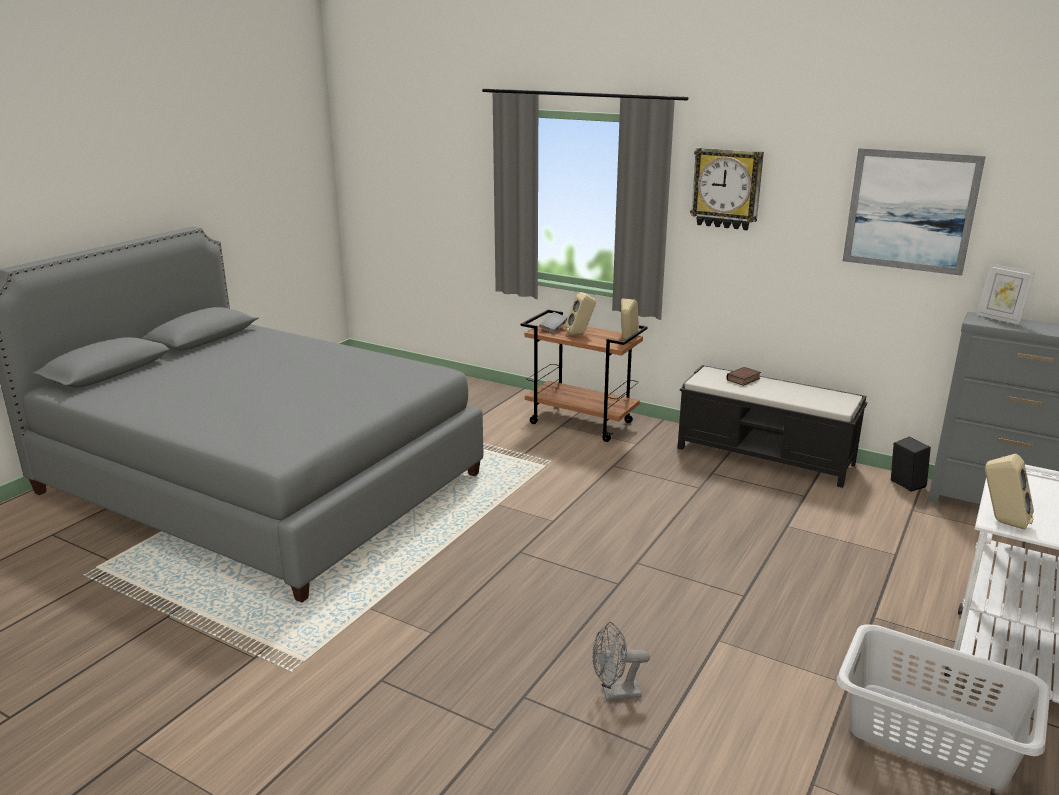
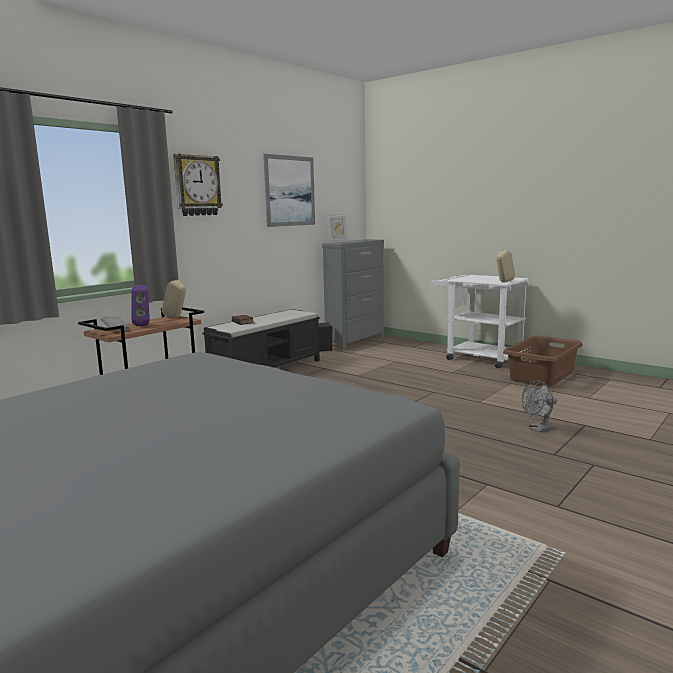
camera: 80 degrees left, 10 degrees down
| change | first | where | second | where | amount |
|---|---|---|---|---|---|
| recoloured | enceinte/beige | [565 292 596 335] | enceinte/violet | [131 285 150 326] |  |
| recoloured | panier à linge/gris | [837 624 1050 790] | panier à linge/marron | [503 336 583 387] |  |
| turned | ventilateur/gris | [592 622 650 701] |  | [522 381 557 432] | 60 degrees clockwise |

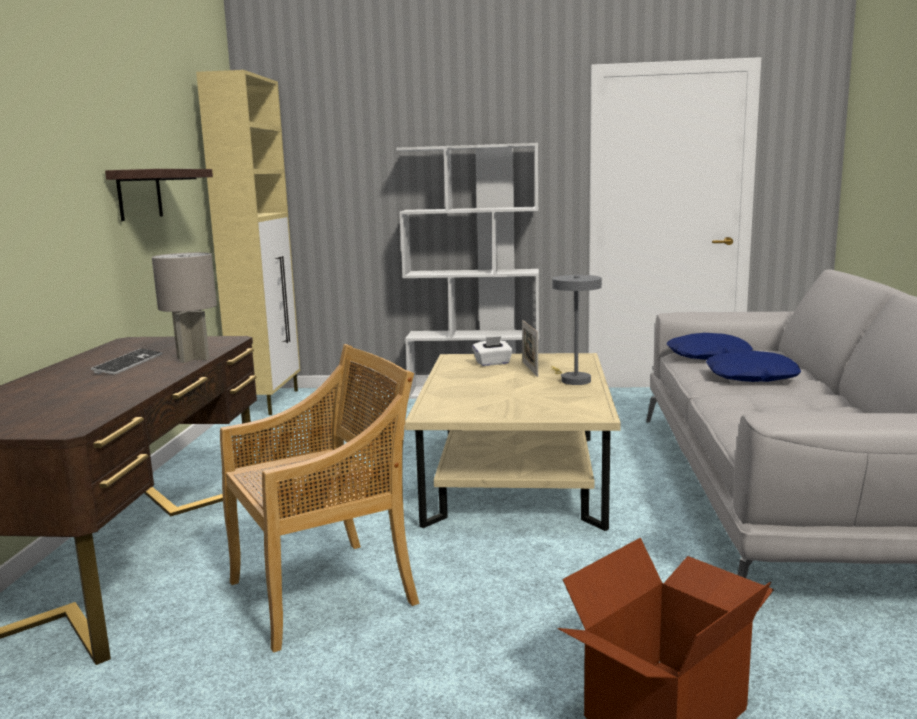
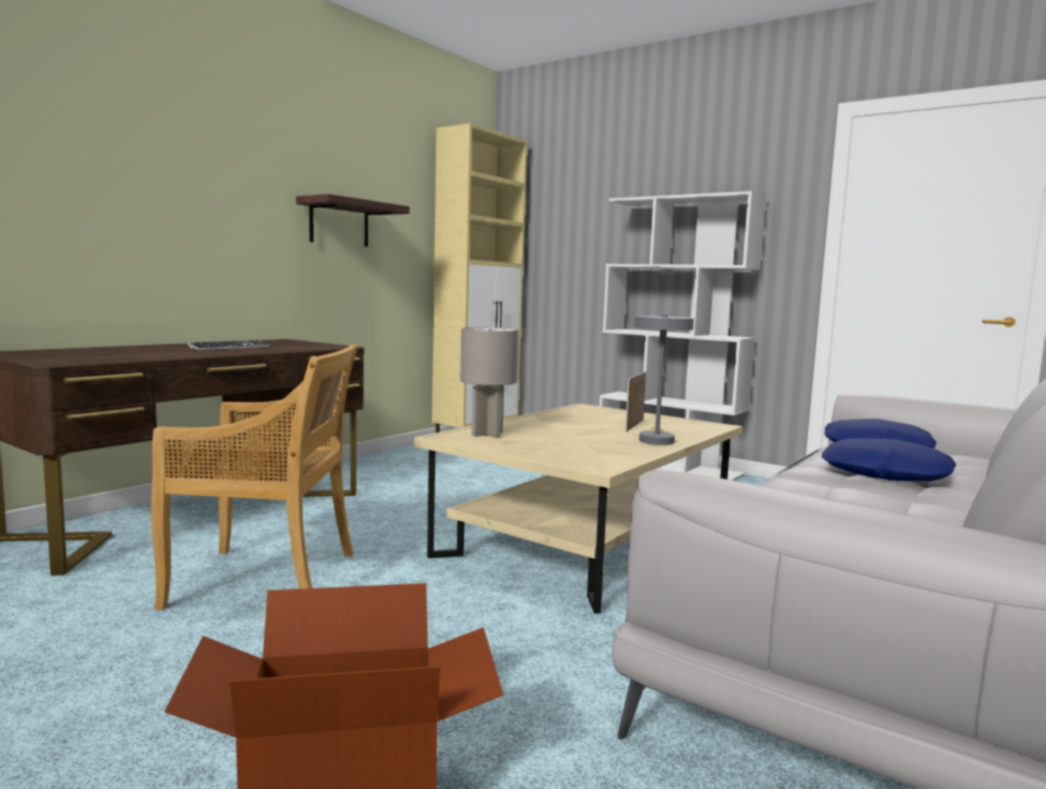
camera: 30 degrees right, 5 degrees down
| change | first | where | second | where | amount |
|---|---|---|---|---|---|
| removed | boîte à mouchoirs/blanc | [472 336 513 366] |  |  |  |
| moved | lampe de table/gris | [152 252 217 363] |  | [460 327 519 438] |  |

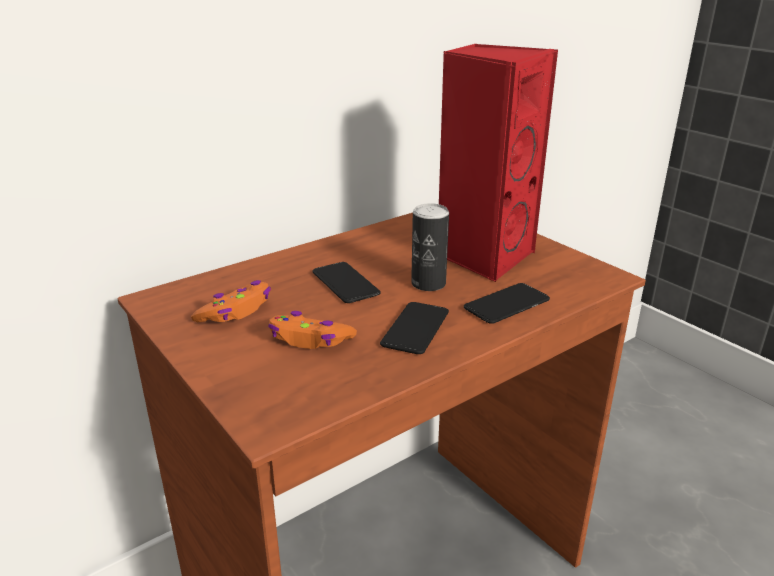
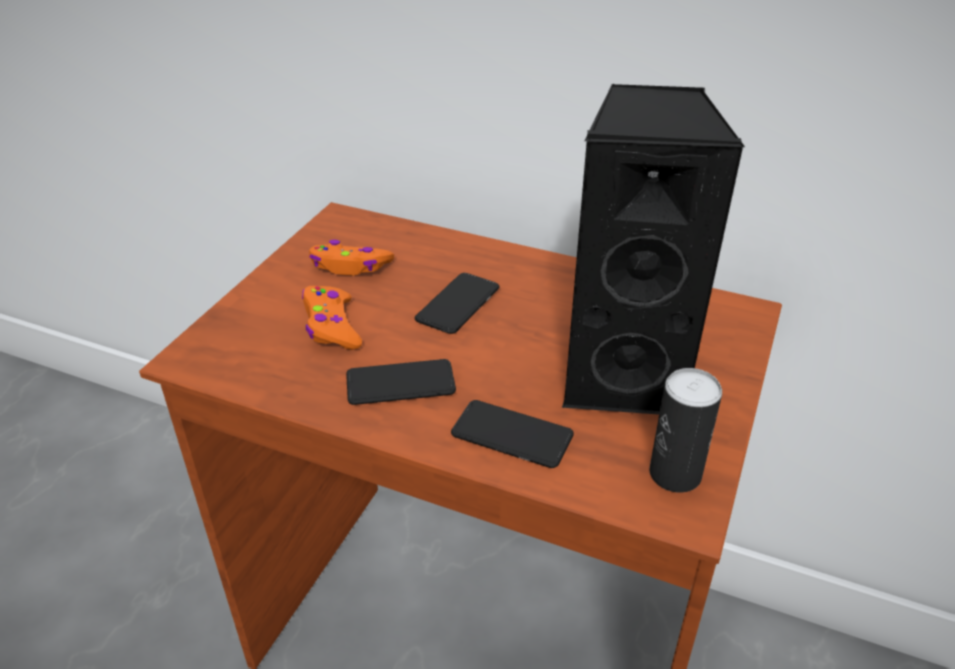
camera: 60 degrees right, 10 degrees up
| change | first | where | second | where | amount |
|---|---|---|---|---|---|
| moved | boîte métallique | [411 203 449 291] |  | [649 368 722 493] |  |
| recoloured | enceinte/rouge | [439 44 558 282] | enceinte/noir | [562 84 745 415] |  |

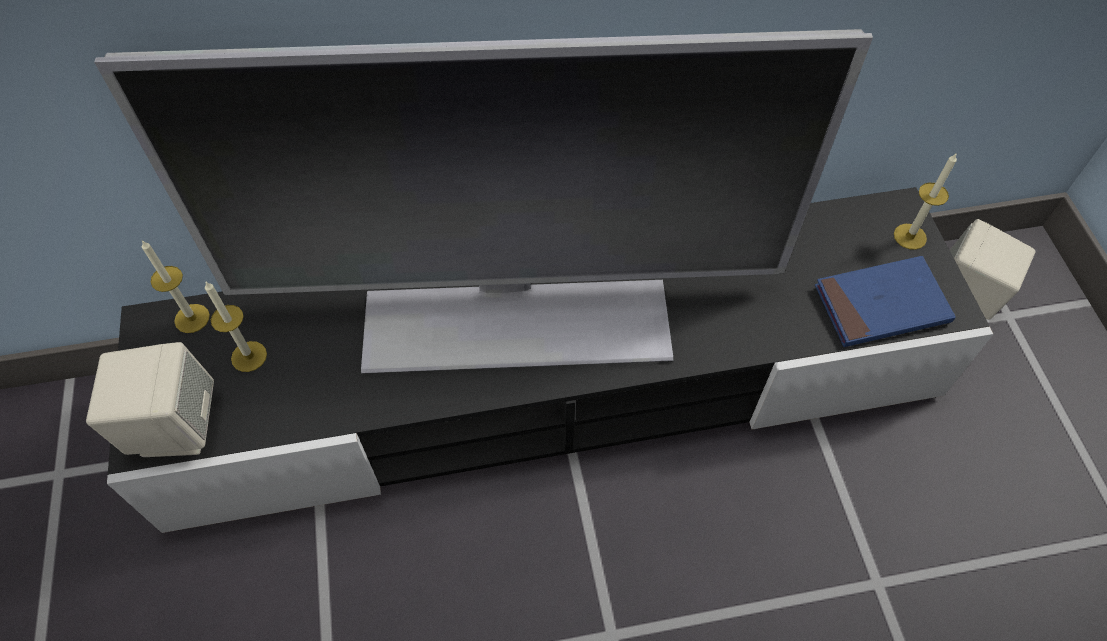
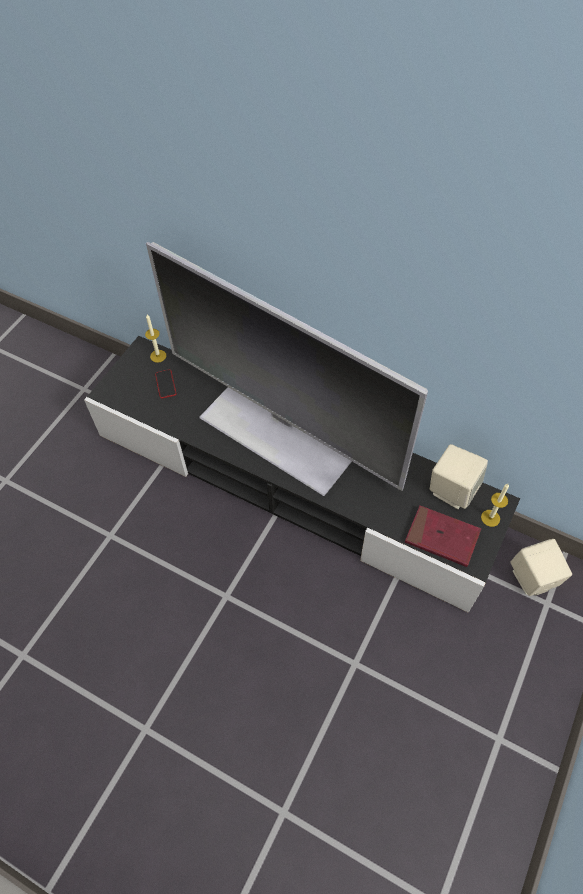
camera: 40 degrees right, 0 degrees up
| change | first | where | second | where | amount |
|---|---|---|---|---|---|
| moved | enceinte/beige | [86 342 214 457] |  | [430 444 488 509] |  |
| replaced | bougie | [205 281 267 372] | téléphone | [155 370 176 398] |  |
| recoloured | livre/bleu | [815 256 956 347] | livre/rouge | [405 505 481 567] |  |

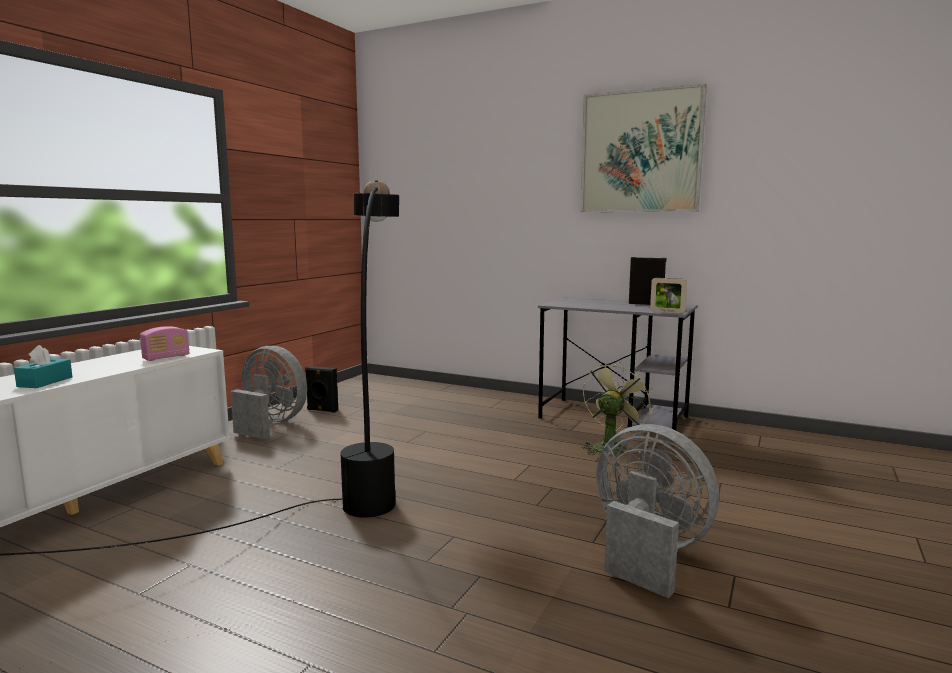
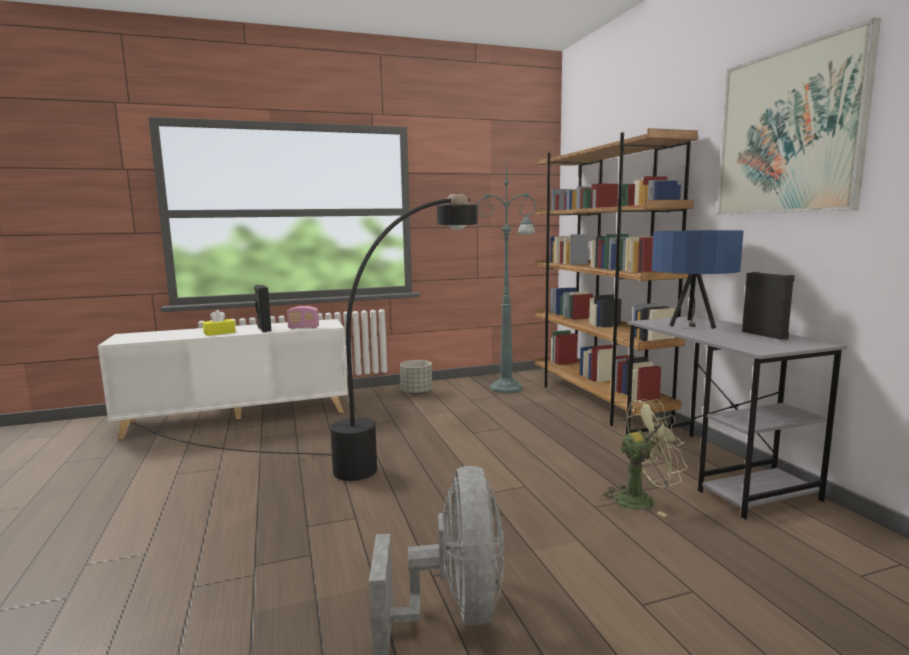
camera: 45 degrees right, 0 degrees up
| change | first | where | second | where | amount |
|---|---|---|---|---|---|
| removed | cadre photo | [650 278 687 314] |  |  |  |
| added |  |  | lampadaire/vert | [478 158 537 393] |  |
| added |  |  | bibliothèque/marron | [535 128 698 426] |  |
| added |  |  | lampe de table/bleu | [652 230 743 329] |  |
| moved | enceinte/noir | [305 366 338 413] |  | [254 285 271 332] |  |
| replaced | ventilateur/gris | [231 346 307 439] | cache-pot/gris | [400 360 432 395] |  |
| recoloured | boîte à mouchoirs/turquoise | [14 345 72 388] | boîte à mouchoirs/jaune | [203 310 236 336] |  |

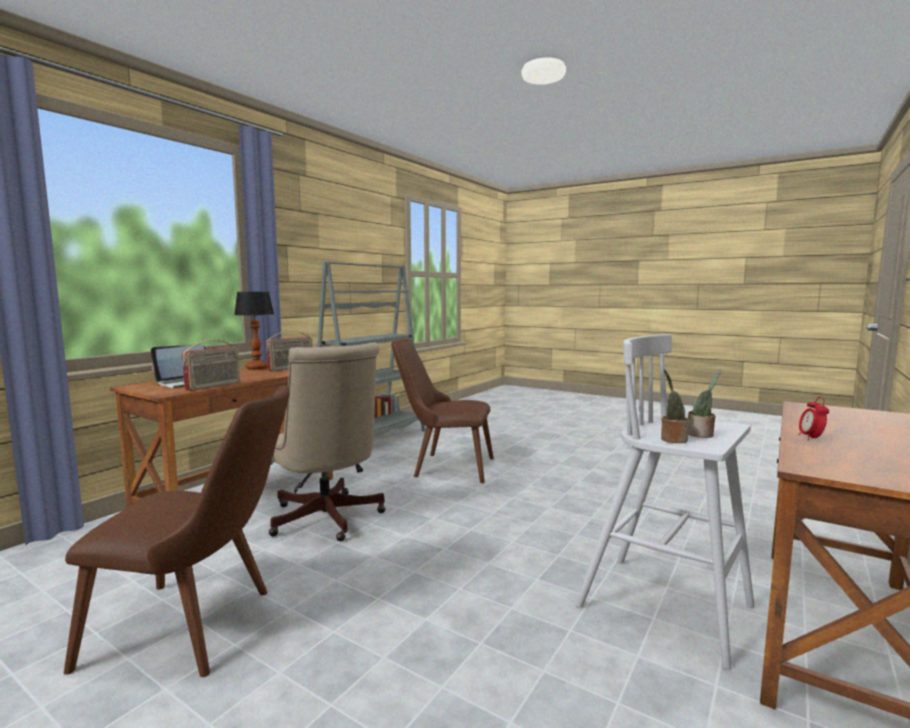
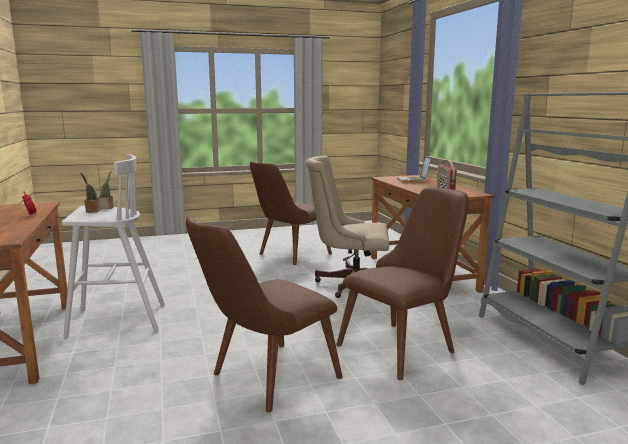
camera: 130 degrees right, 5 degrees up
| change | first | where | second | where | amount |
|---|---|---|---|---|---|
| removed | radio | [182 340 240 391] |  |  |  |
| removed | lampe de table | [234 292 274 370] |  |  |  |
| added |  |  | chaise/marron | [186 216 343 413] |  |

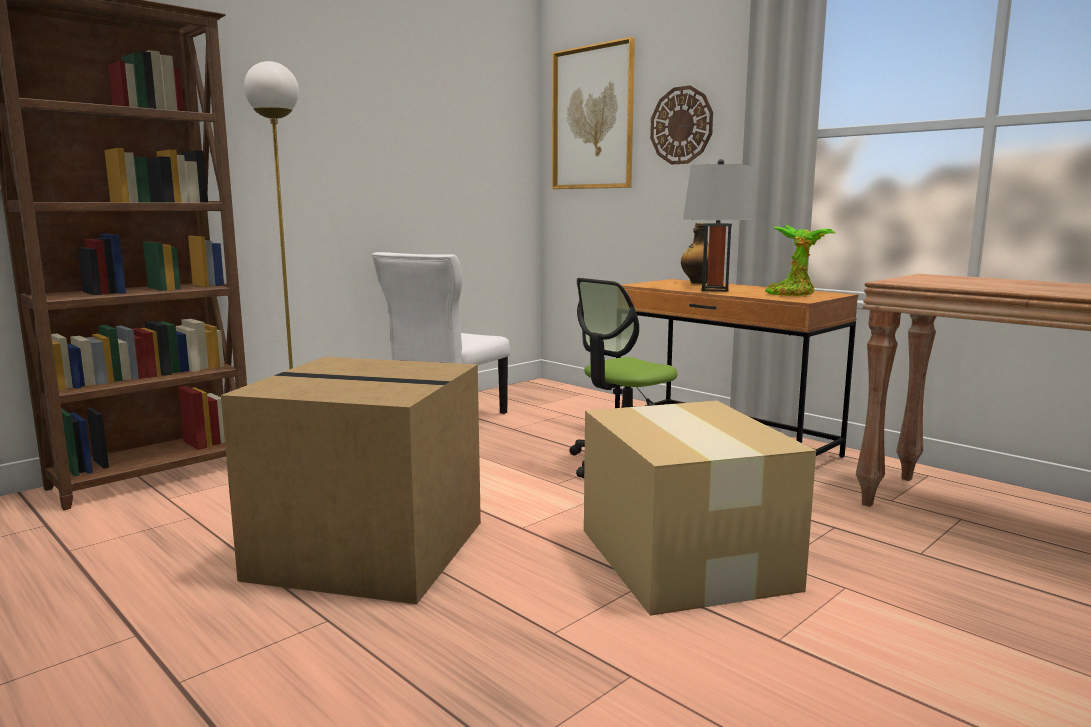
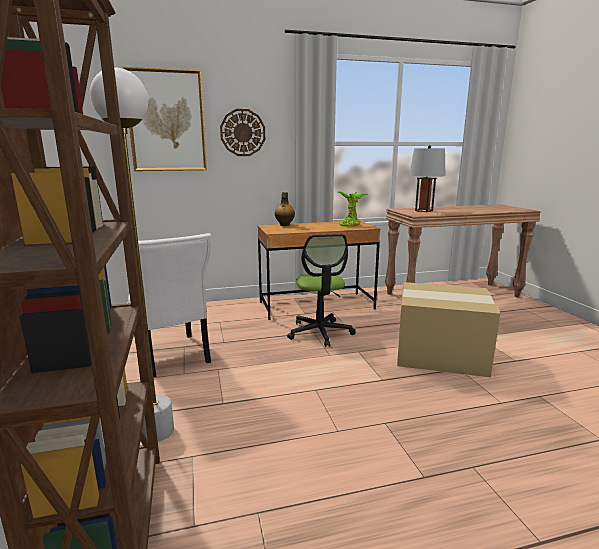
camera: 60 degrees left, 5 degrees up
| change | first | where | second | where | amount |
|---|---|---|---|---|---|
| removed | carton | [221 357 481 604] |  |  |  |
| moved | lampe de table/gris | [683 159 755 292] |  | [409 145 445 212] |  |

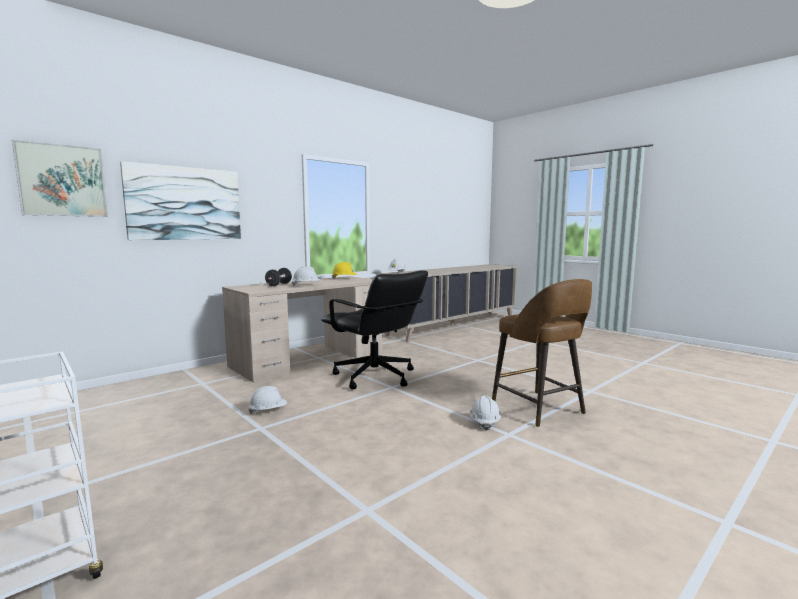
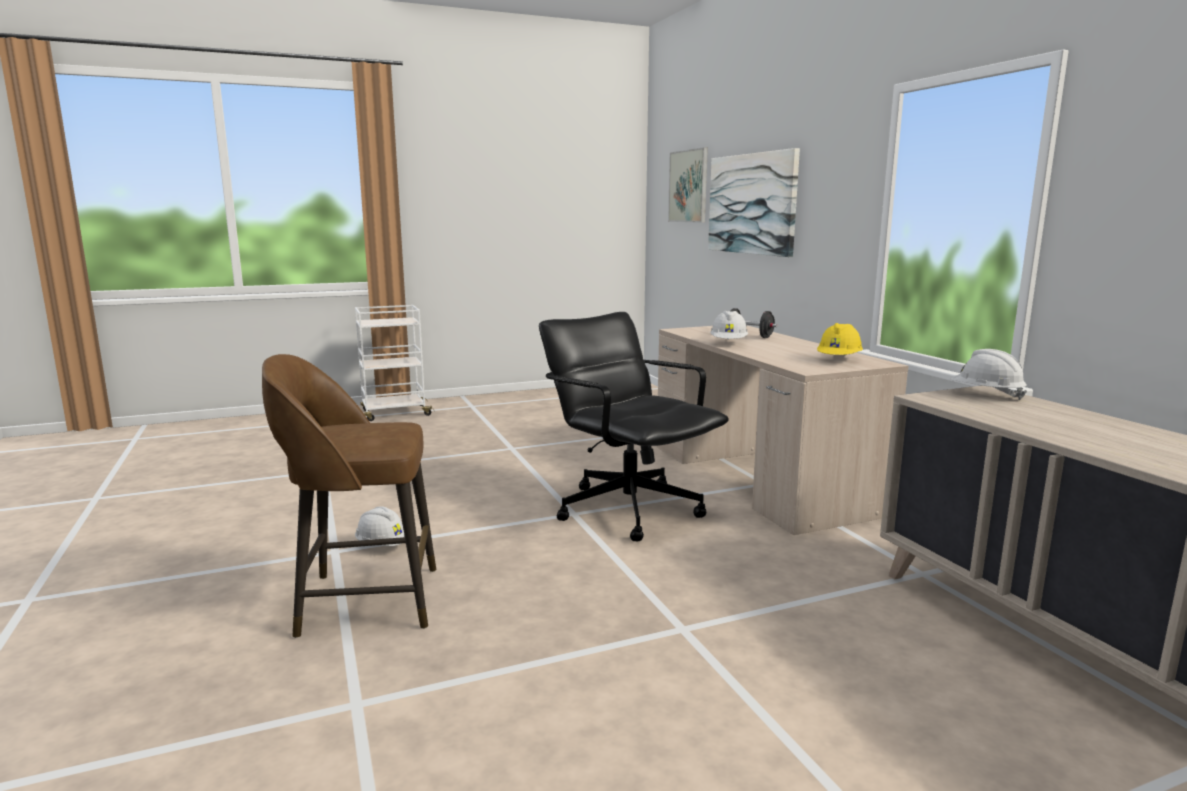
camera: 110 degrees right, 5 degrees up
| change | first | where | second | where | amount |
|---|---|---|---|---|---|
| removed | casque de chantier/blanc | [248 386 287 414] |  |  |  |
| turned | chaise de bureau/noir | [321 270 428 390] |  | [539 312 729 541] | 75 degrees clockwise |

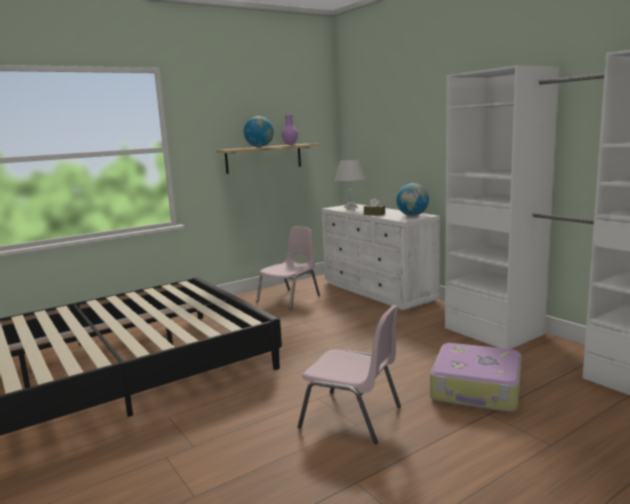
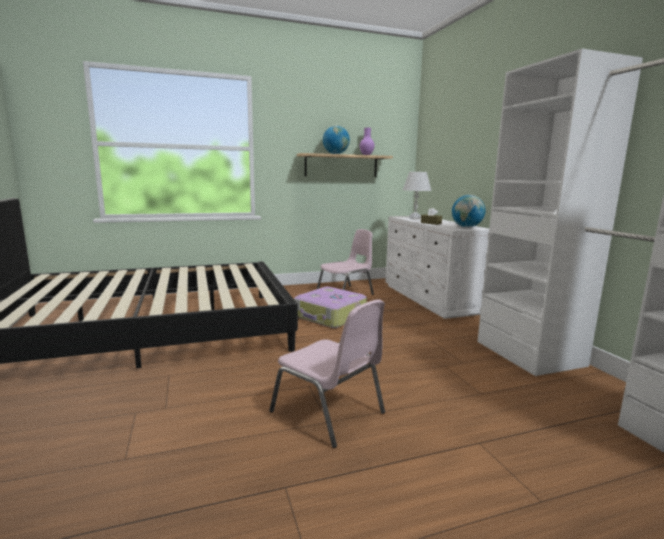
camera: 15 degrees right, 0 degrees up
| change | first | where | second | where | amount |
|---|---|---|---|---|---|
| moved | valise | [430 343 522 412] |  | [294 287 367 328] |  |

